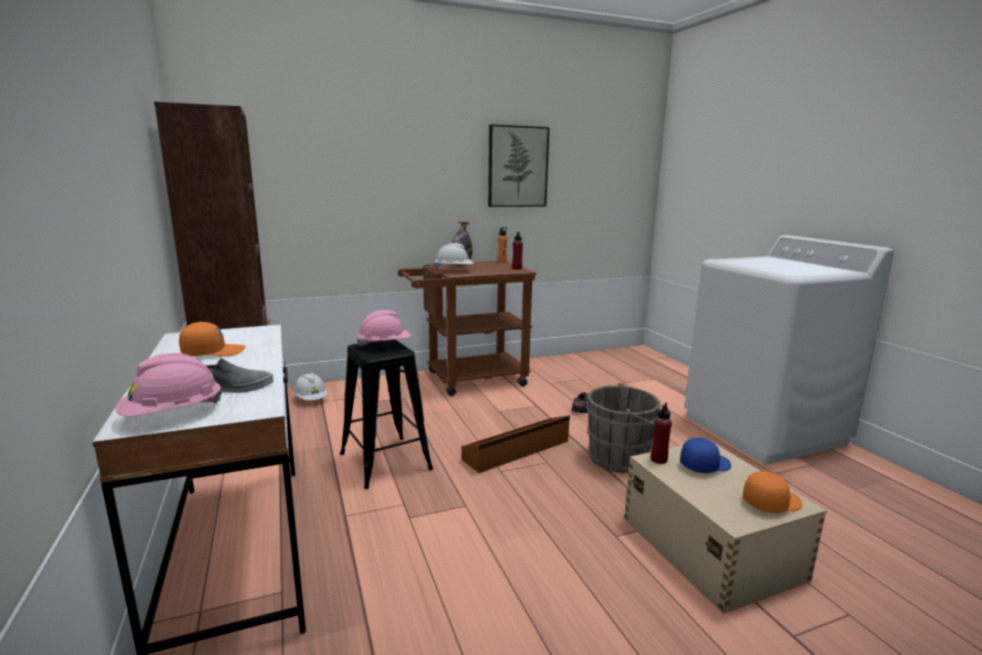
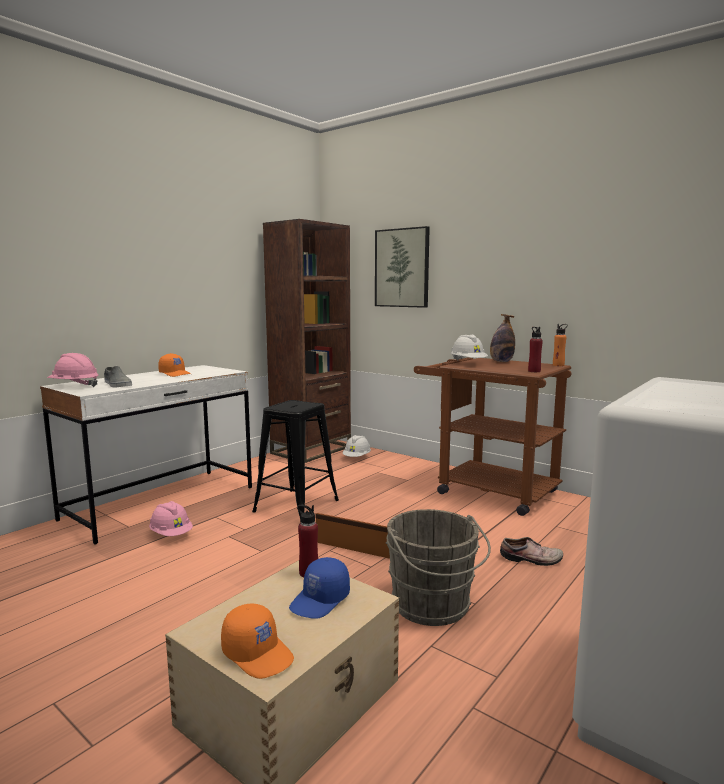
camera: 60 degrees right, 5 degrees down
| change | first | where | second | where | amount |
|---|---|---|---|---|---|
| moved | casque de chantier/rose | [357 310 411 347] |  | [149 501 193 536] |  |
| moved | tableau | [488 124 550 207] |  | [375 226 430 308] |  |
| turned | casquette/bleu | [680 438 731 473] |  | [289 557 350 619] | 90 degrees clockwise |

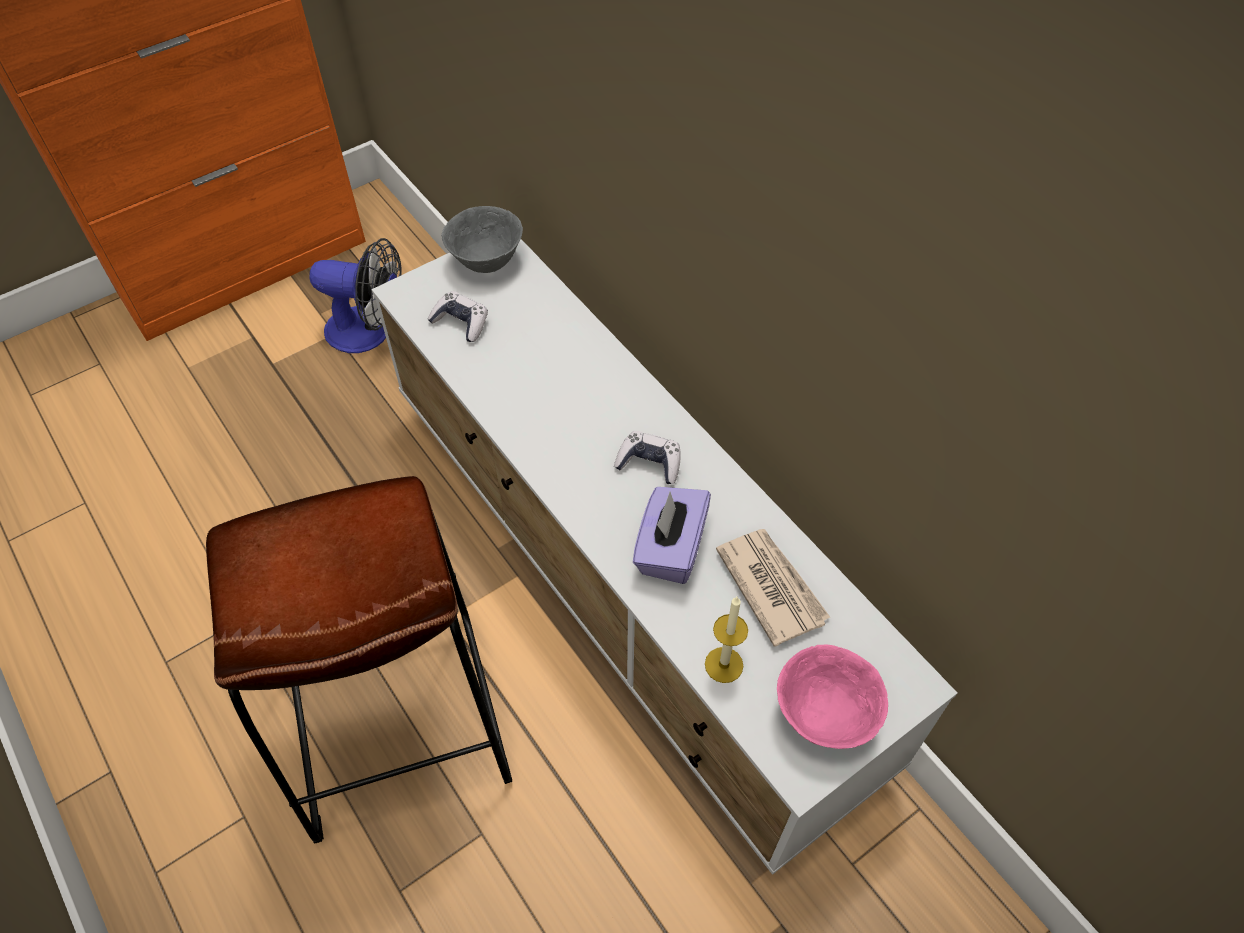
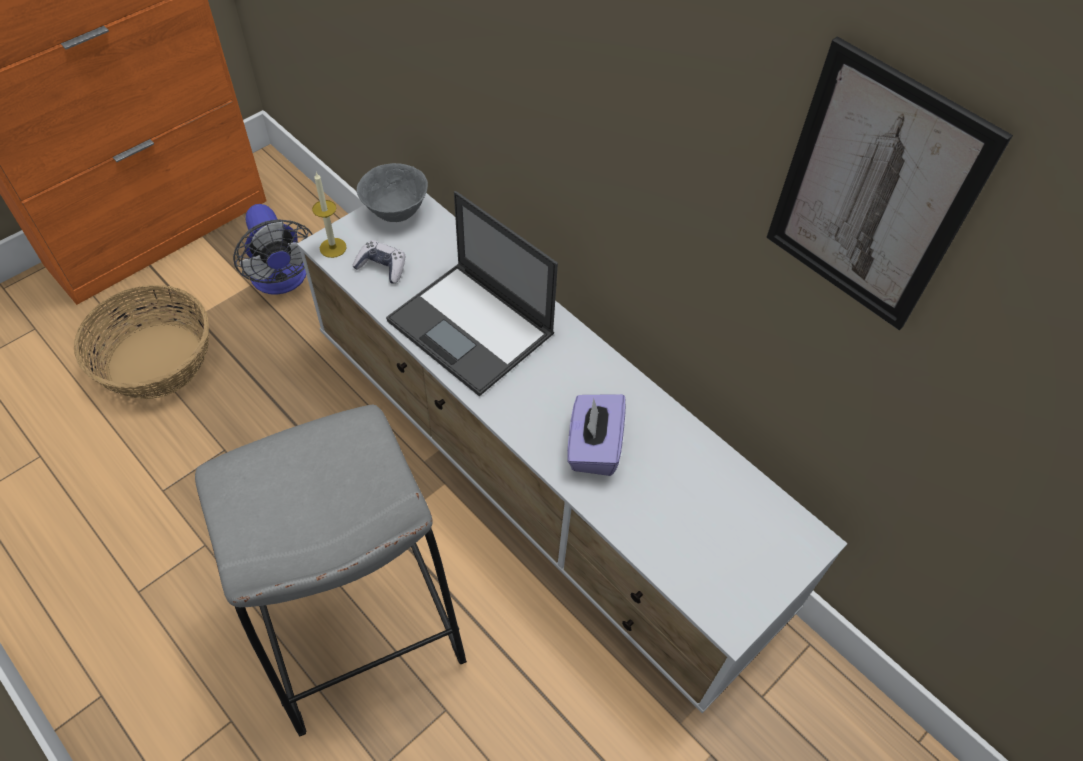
camera: 10 degrees left, 0 degrees up
| change | first | where | second | where | amount |
|---|---|---|---|---|---|
| removed | manette | [614 431 681 484] |  |  |  |
| removed | journal | [716 529 830 647] |  |  |  |
| removed | bol/rose | [777 645 888 749] |  |  |  |
| added |  |  | panier | [74 284 209 399] |  |
| added |  |  | ordinateur portable | [386 191 558 396] |  |
| added |  |  | tableau | [766 36 1013 330] |  |
| moved | bougie | [705 597 748 683] |  | [312 172 347 258] |  |
| recoloured | tabouret/marron | [206 476 512 844] | tabouret/gris | [195 404 467 737] |  |
| turned | ventilateur | [309 238 402 353] |  | [233 204 313 295] | 60 degrees clockwise |

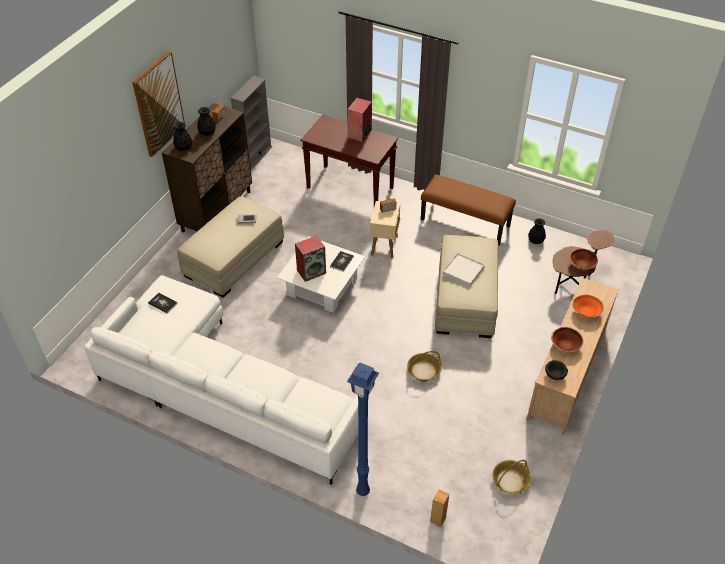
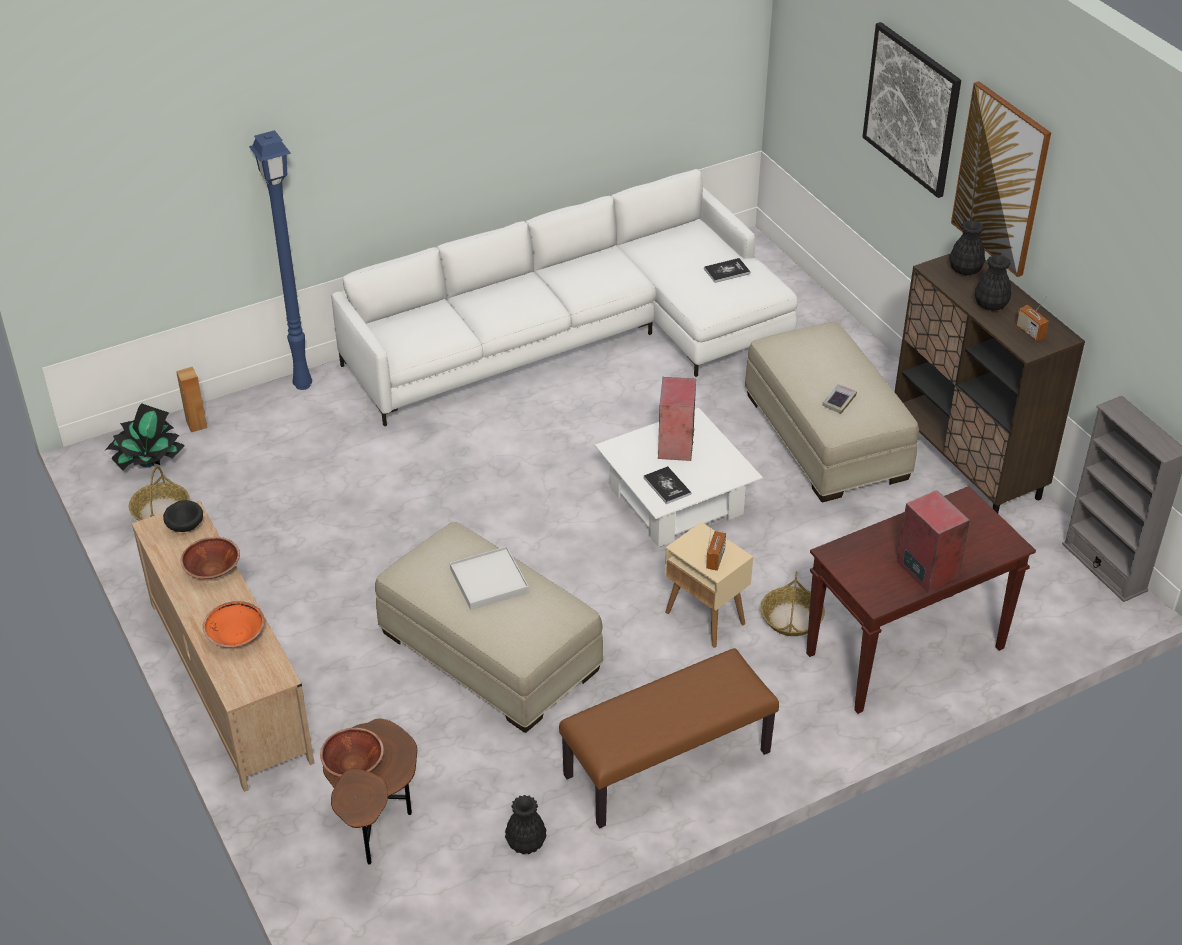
camera: 125 degrees right, 5 degrees down
| change | first | where | second | where | amount |
|---|---|---|---|---|---|
| added |  |  | plante en pot | [104 403 185 471] |  |
| added |  |  | tableau | [863 22 961 198] |  |
| moved | panier | [407 351 442 381] |  | [760 571 825 636] |  |

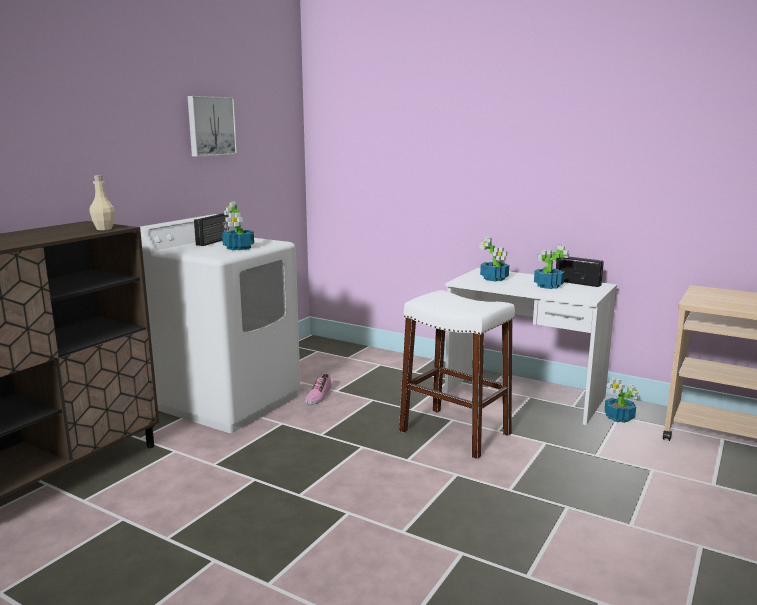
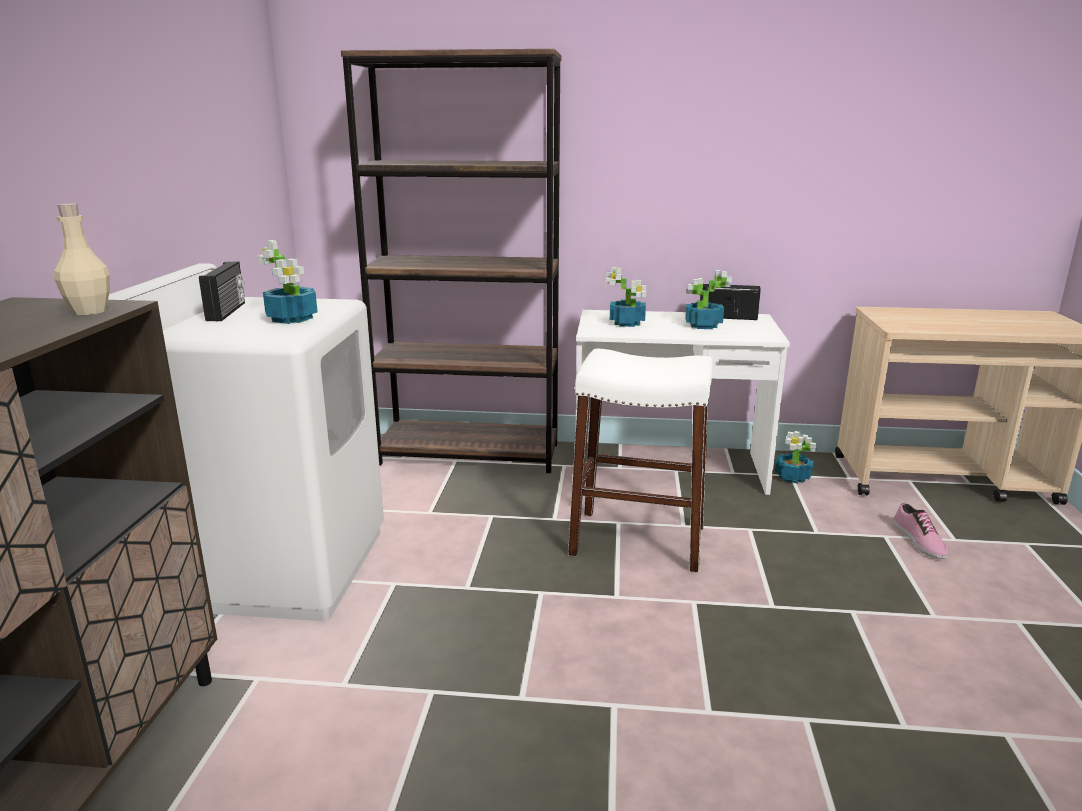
camera: 25 degrees left, 5 degrees up
| change | first | where | second | where | amount |
|---|---|---|---|---|---|
| removed | tableau | [187 96 237 157] |  |  |  |
| added |  |  | bibliothèque/marron | [341 49 562 473] |  |
| moved | chaussure | [305 373 332 405] |  | [894 503 949 559] |  |

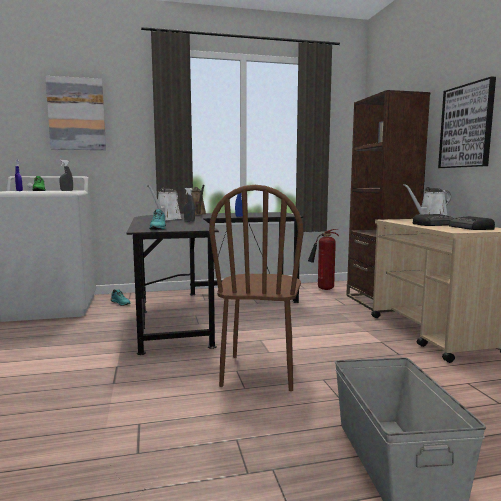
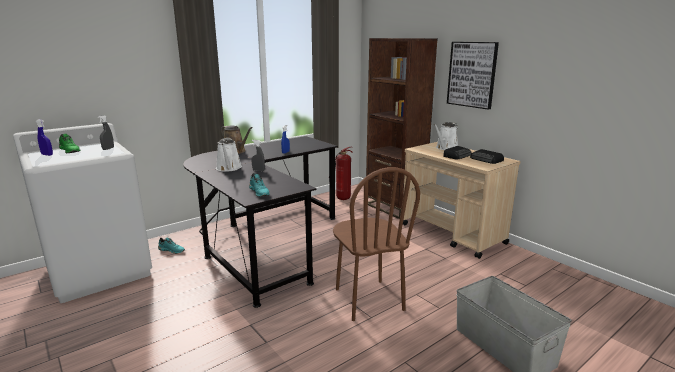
camera: 25 degrees left, 10 degrees up
| change | first | where | second | where | amount |
|---|---|---|---|---|---|
| removed | tableau | [45 76 106 150] |  |  |  |

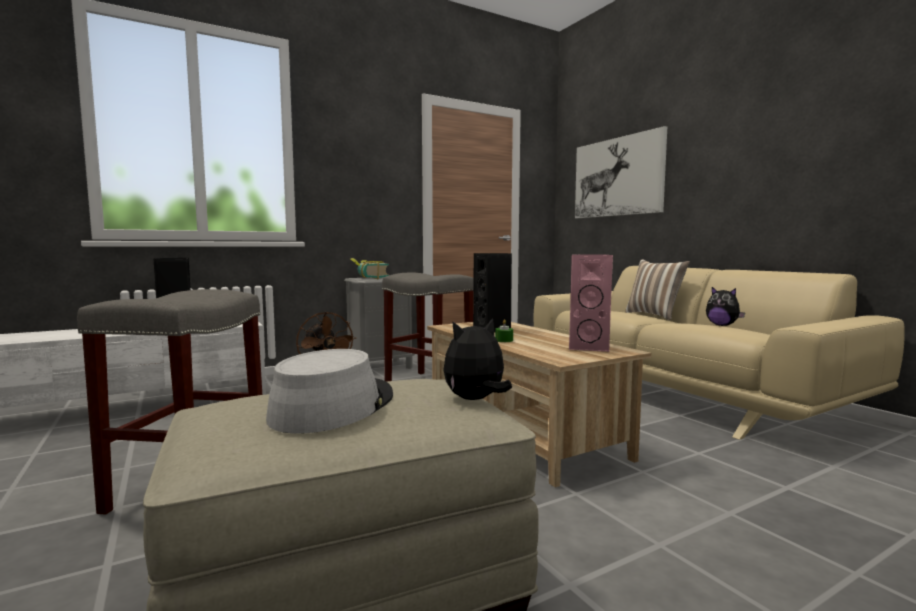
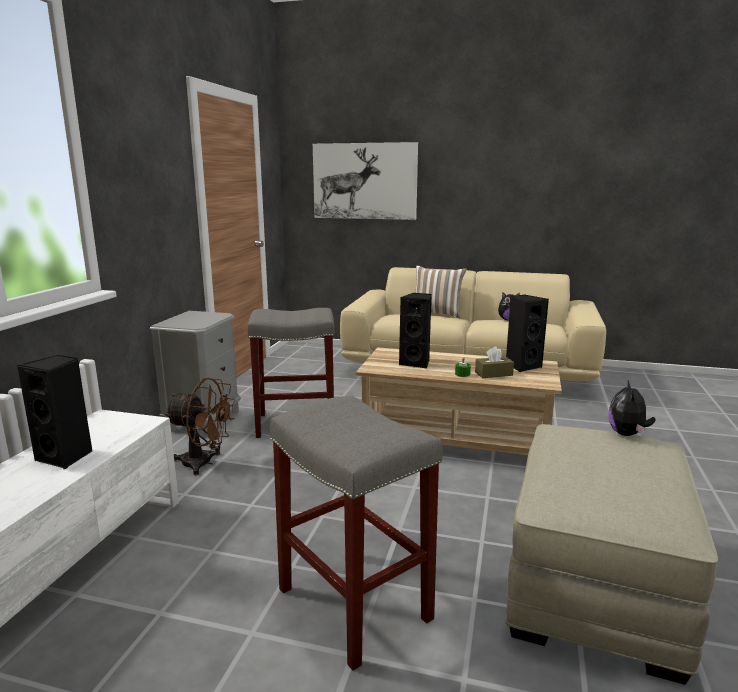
camera: 45 degrees left, 10 degrees up
| change | first | where | second | where | amount |
|---|---|---|---|---|---|
| removed | chapeau/gris | [266 349 393 433] |  |  |  |
| removed | livre | [351 258 389 279] |  |  |  |
| added |  |  | boîte à mouchoirs/marron | [475 346 514 378] |  |
| recoloured | enceinte/rose | [569 254 613 352] | enceinte/noir | [506 295 549 372] |  |

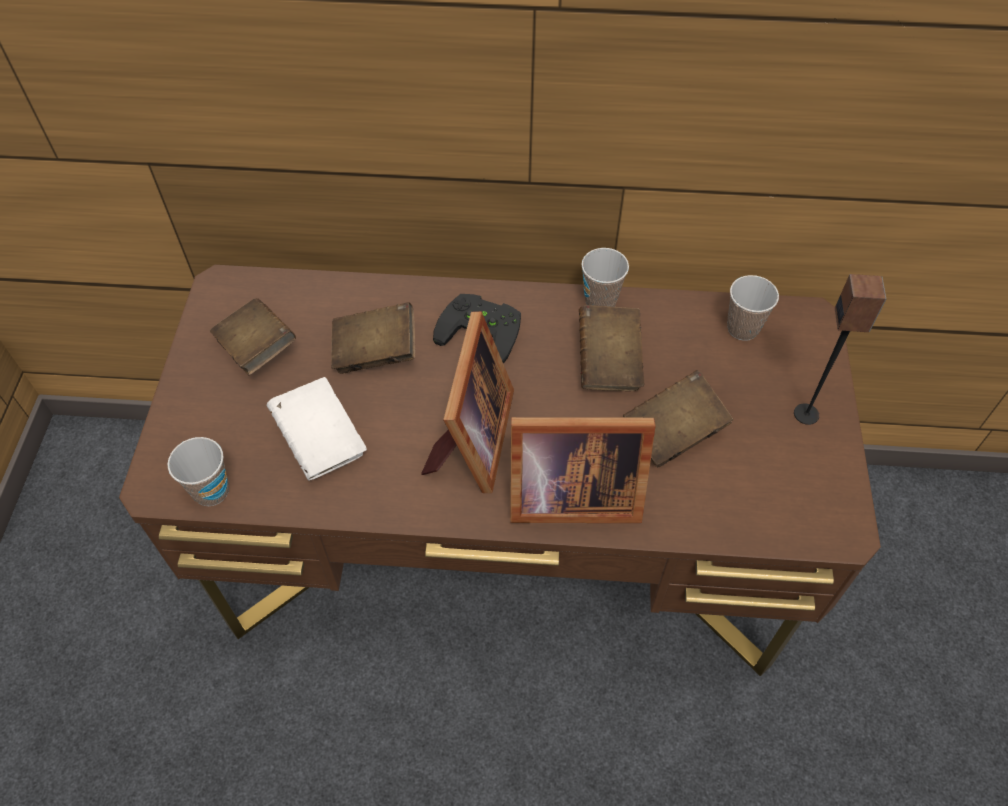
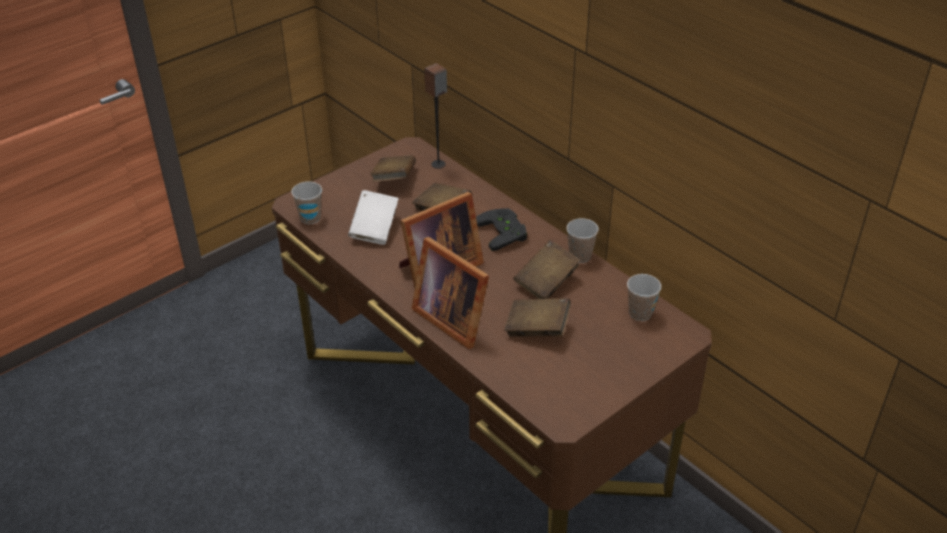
camera: 45 degrees right, 15 degrees down
| change | first | where | second | where | amount |
|---|---|---|---|---|---|
| moved | enceinte | [794 274 886 425] |  | [424 63 447 169] |  |

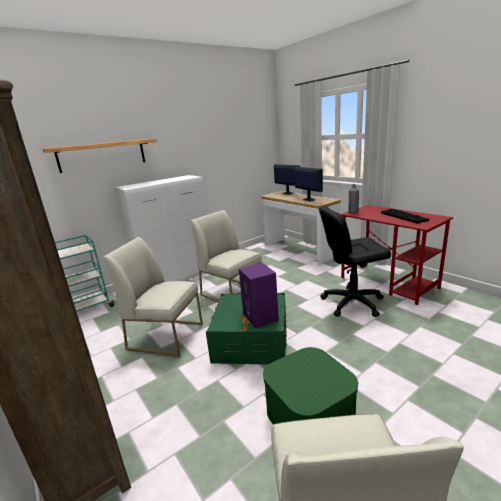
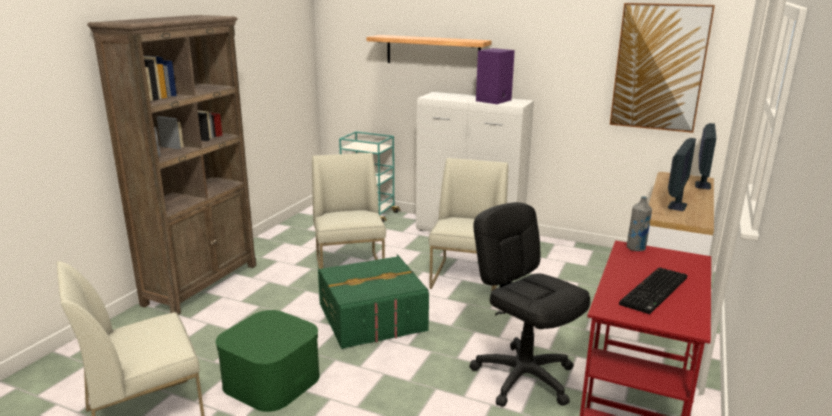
camera: 60 degrees right, 0 degrees up
| change | first | where | second | where | amount |
|---|---|---|---|---|---|
| added |  |  | tableau | [610 3 715 133] |  |
| moved | enceinte/violet | [239 263 279 328] |  | [476 48 515 104] |  |

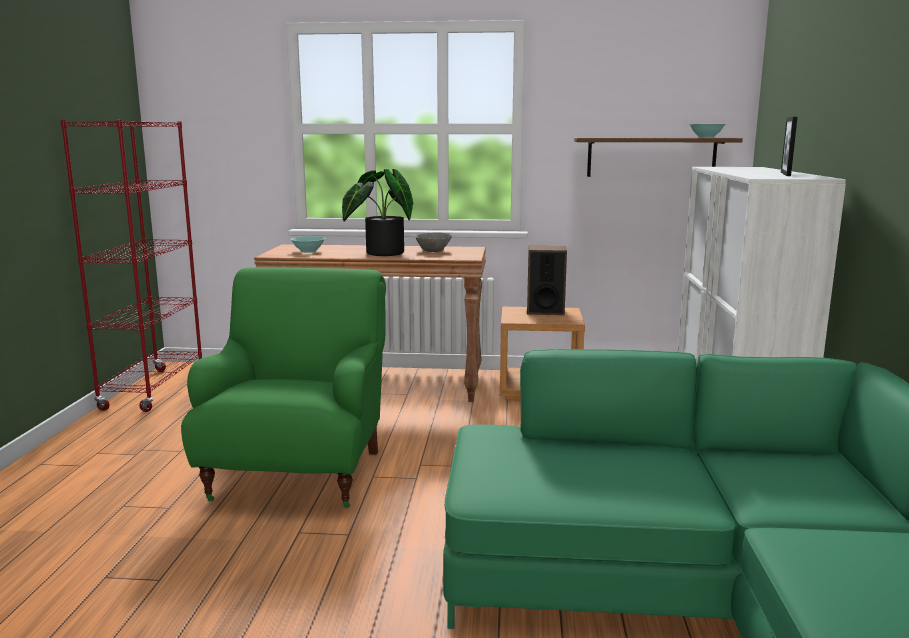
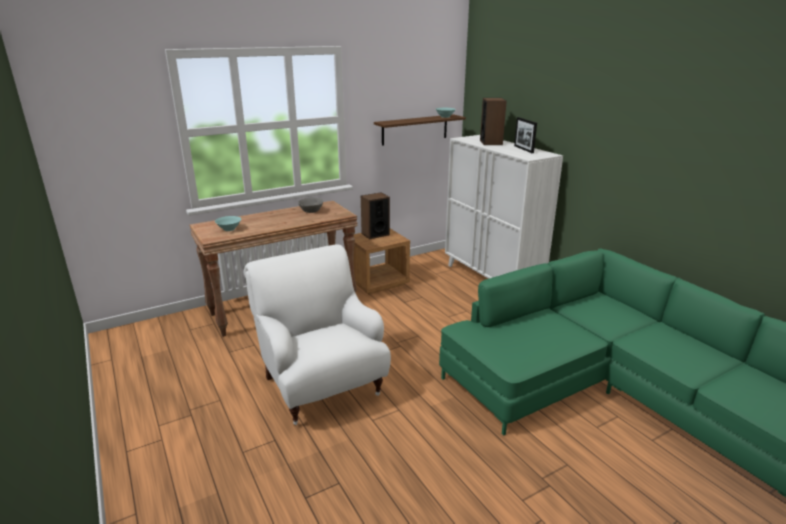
camera: 35 degrees left, 10 degrees up
| change | first | where | second | where | amount |
|---|---|---|---|---|---|
| removed | bibliothèque/rouge | [60 120 202 412] |  |  |  |
| removed | plante en pot | [342 169 413 256] |  |  |  |
| added |  |  | enceinte | [480 98 507 145] |  |
| recoloured | fauteuil/vert | [181 267 386 508] | fauteuil/blanc | [244 244 391 425] |  |

